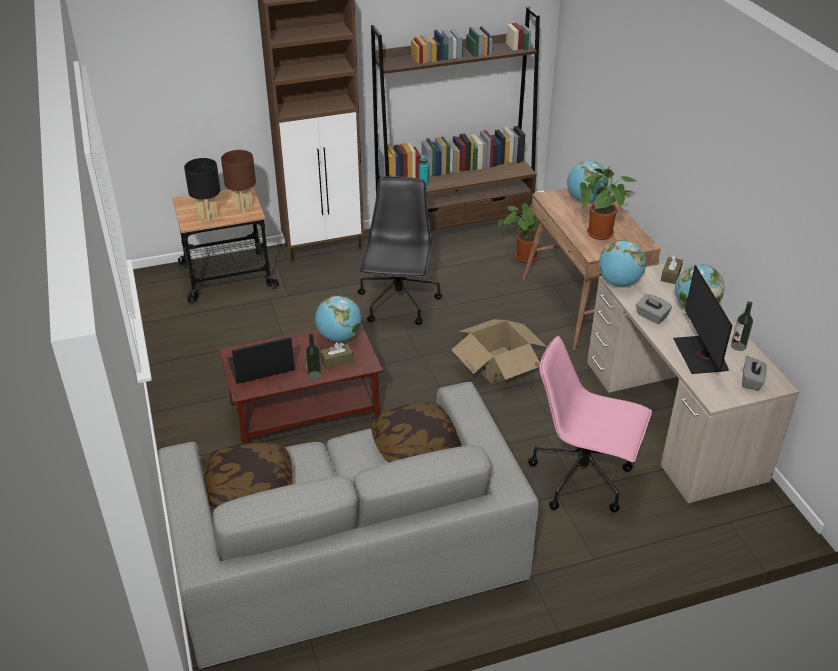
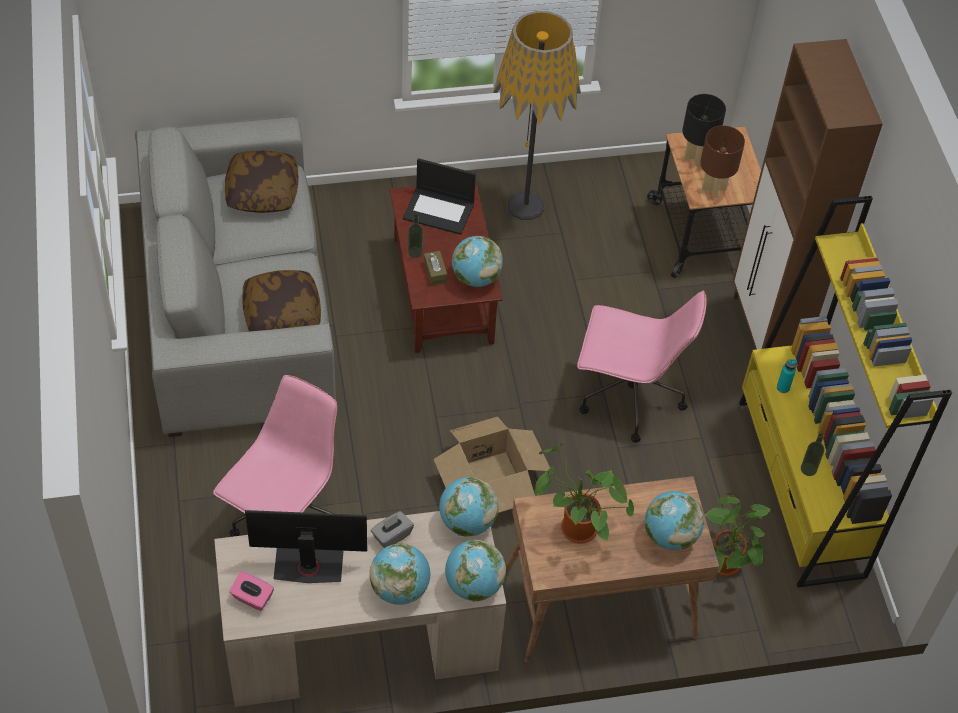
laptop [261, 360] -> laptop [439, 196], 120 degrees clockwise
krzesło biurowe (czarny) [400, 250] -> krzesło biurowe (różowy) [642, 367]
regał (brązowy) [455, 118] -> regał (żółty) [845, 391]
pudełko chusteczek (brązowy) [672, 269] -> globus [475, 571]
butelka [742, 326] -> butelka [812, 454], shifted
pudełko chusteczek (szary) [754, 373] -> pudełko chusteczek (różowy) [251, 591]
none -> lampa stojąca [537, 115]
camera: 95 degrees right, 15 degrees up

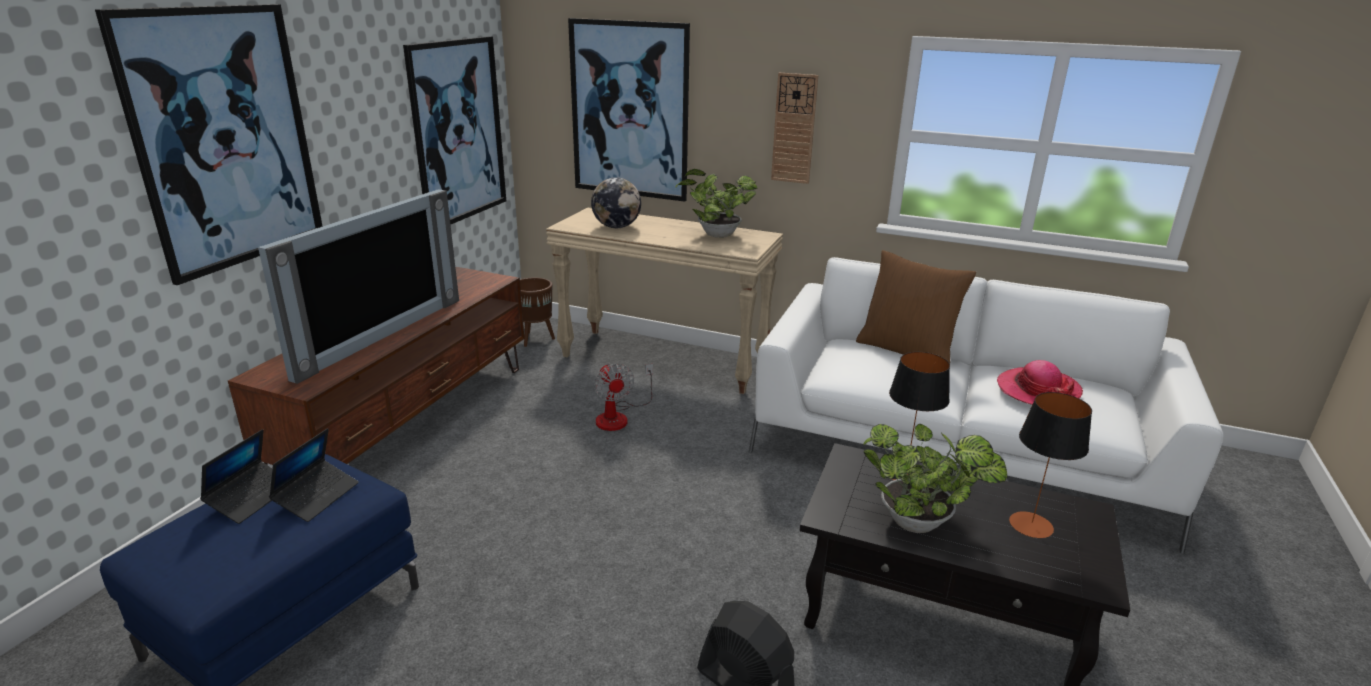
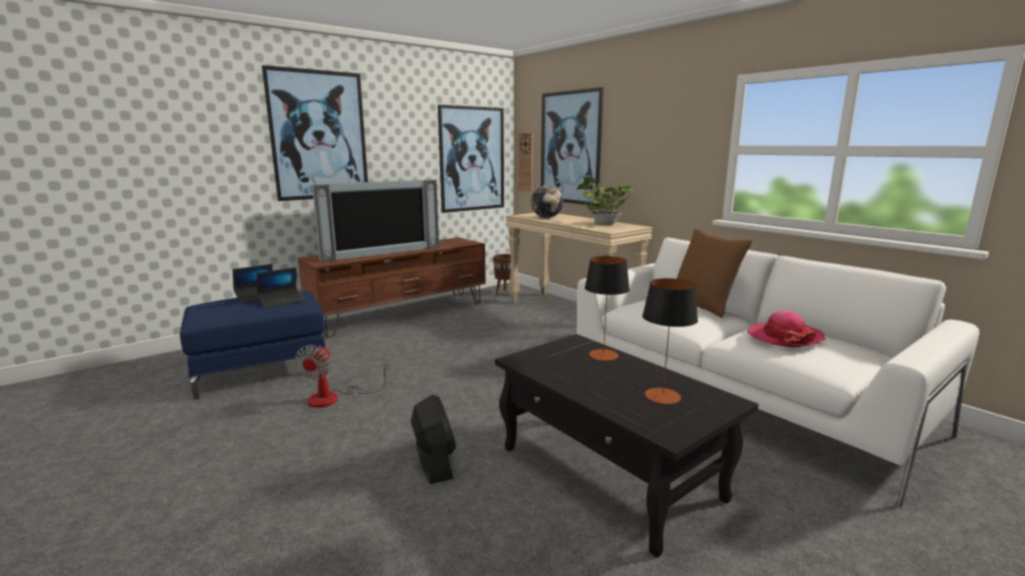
wentylator [623, 397] -> wentylator [342, 376], shifted
zegar ścienny [794, 128] -> zegar ścienny [525, 162], shifted
roślina doniczkowa [935, 478] -> none
camera: 30 degrees right, 10 degrees down

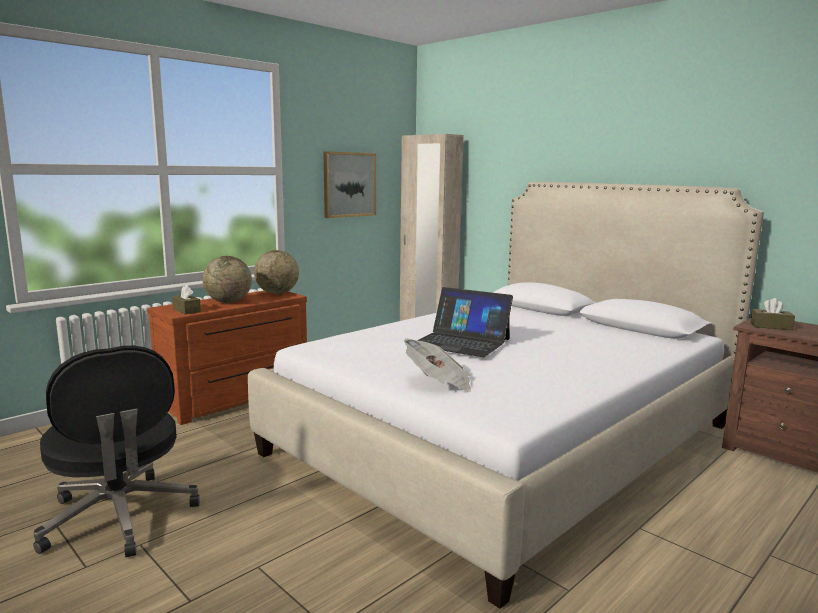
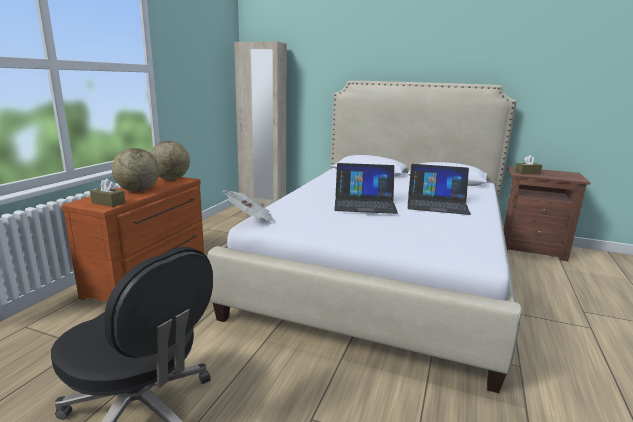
obraz [350, 184] -> none
gazeta [437, 365] -> gazeta [249, 206], shifted
none -> laptop [439, 189]
camera: 25 degrees left, 5 degrees up

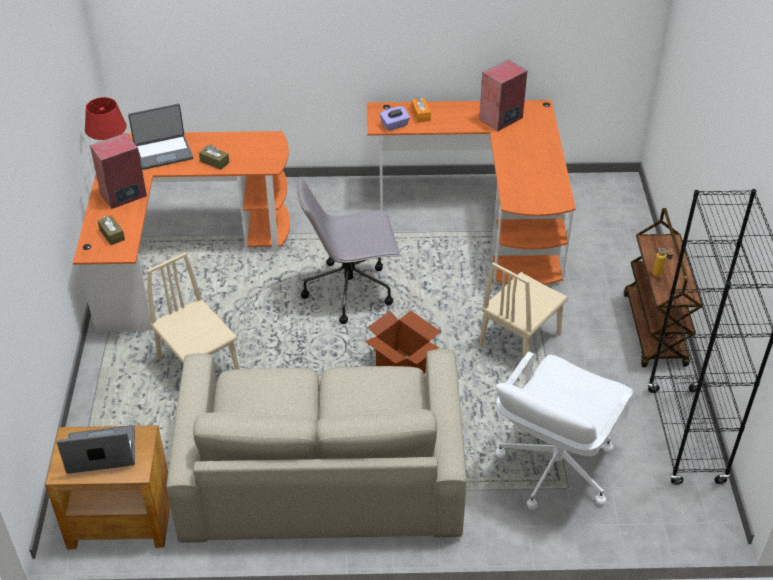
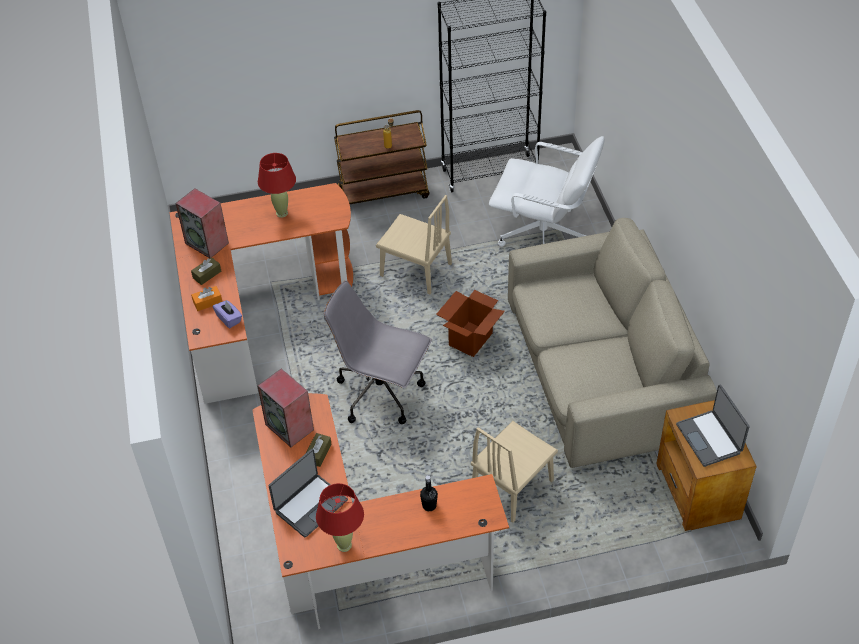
głośnik [118, 171] -> głośnik [285, 408], shifted
pudełko chusteczek (brązowy) [111, 230] -> pudełko chusteczek (brązowy) [206, 271], shifted
laptop [160, 137] -> laptop [308, 493], 75 degrees clockwise
krzesło biurowe (szary) [348, 251] -> krzesło biurowe (szary) [378, 352], 135 degrees clockwise
none -> lampa stołowa (czerwony) [277, 185]
none -> butelka (czarny) [429, 493]
camera: 100 degrees left, 5 degrees up

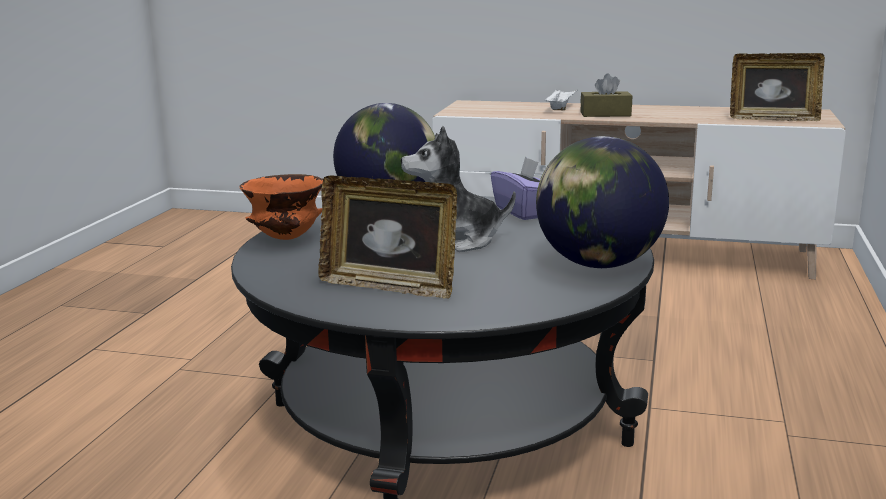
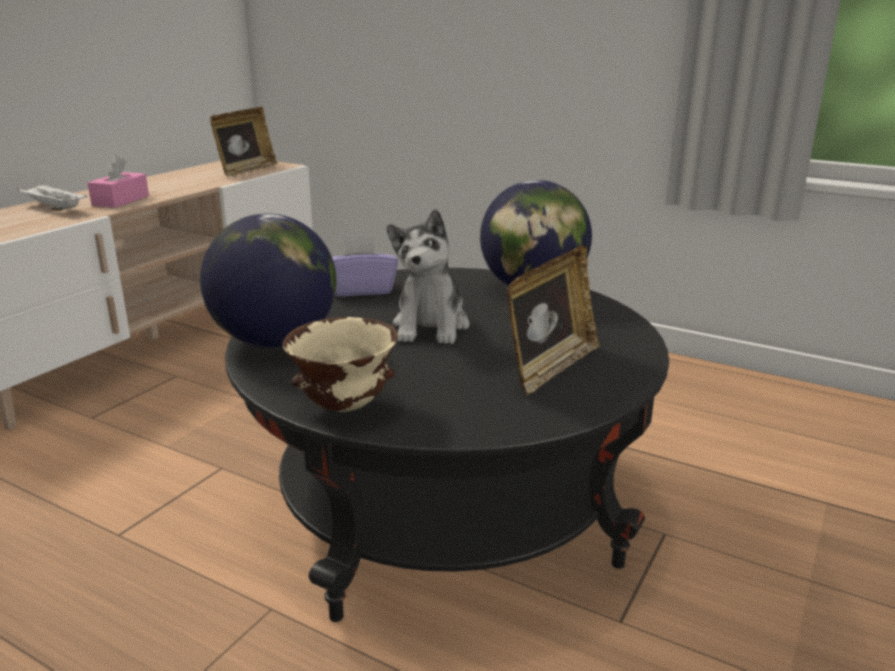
miska (pomarańczowy) [281, 207] -> miska (beżowy) [340, 364]
pudełko chusteczek (brązowy) [606, 95] -> pudełko chusteczek (różowy) [118, 181]
camera: 75 degrees left, 5 degrees up

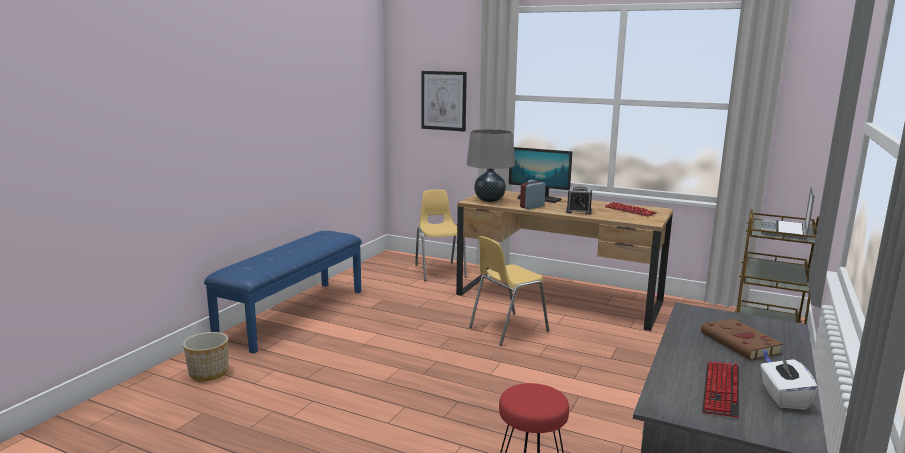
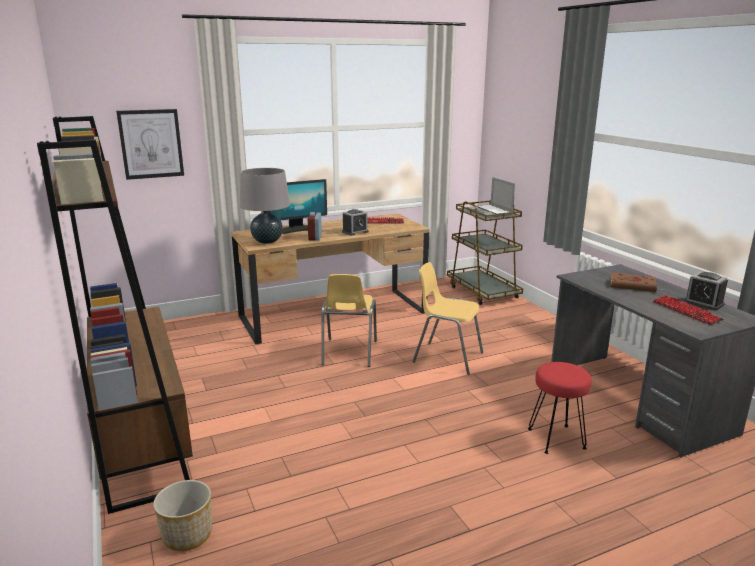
ławka (niebieski) [283, 292] -> regał (brązowy) [115, 315]
krzesło (żółty) [441, 235] -> krzesło (żółty) [447, 318], shifted
pudełko chusteczek (biały) [788, 382] -> budzik [706, 291]
camera: 50 degrees left, 5 degrees up

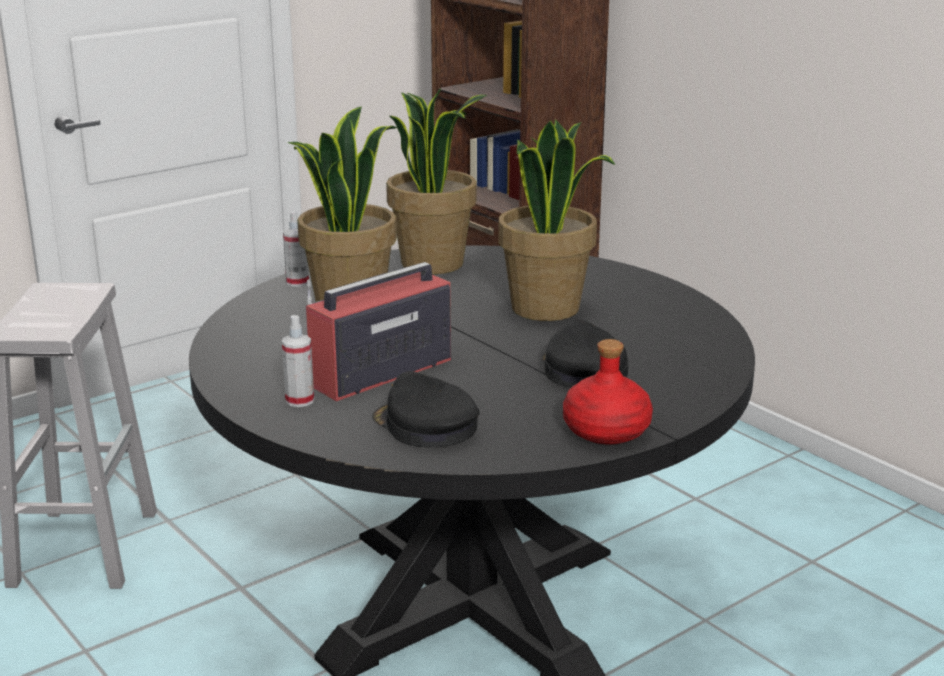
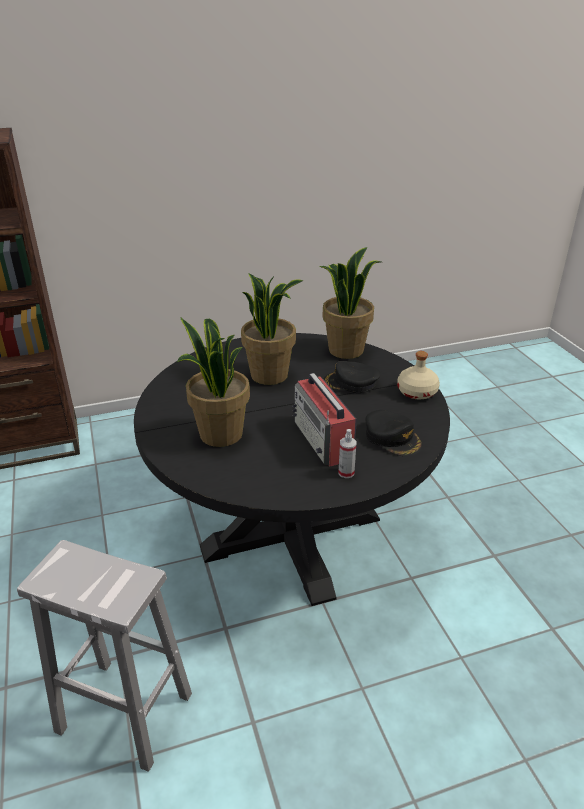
spryskiwacz [296, 249] -> none
czapka z daszkiem (czarny) [425, 409] -> czapka z daszkiem (czarny) [394, 433], 105 degrees counterclockwise
roślina doniczkowa [436, 181] -> roślina doniczkowa [350, 303], shifted
butelka (czerwony) [608, 392] -> butelka (beżowy) [418, 375]
camera: 70 degrees left, 10 degrees up

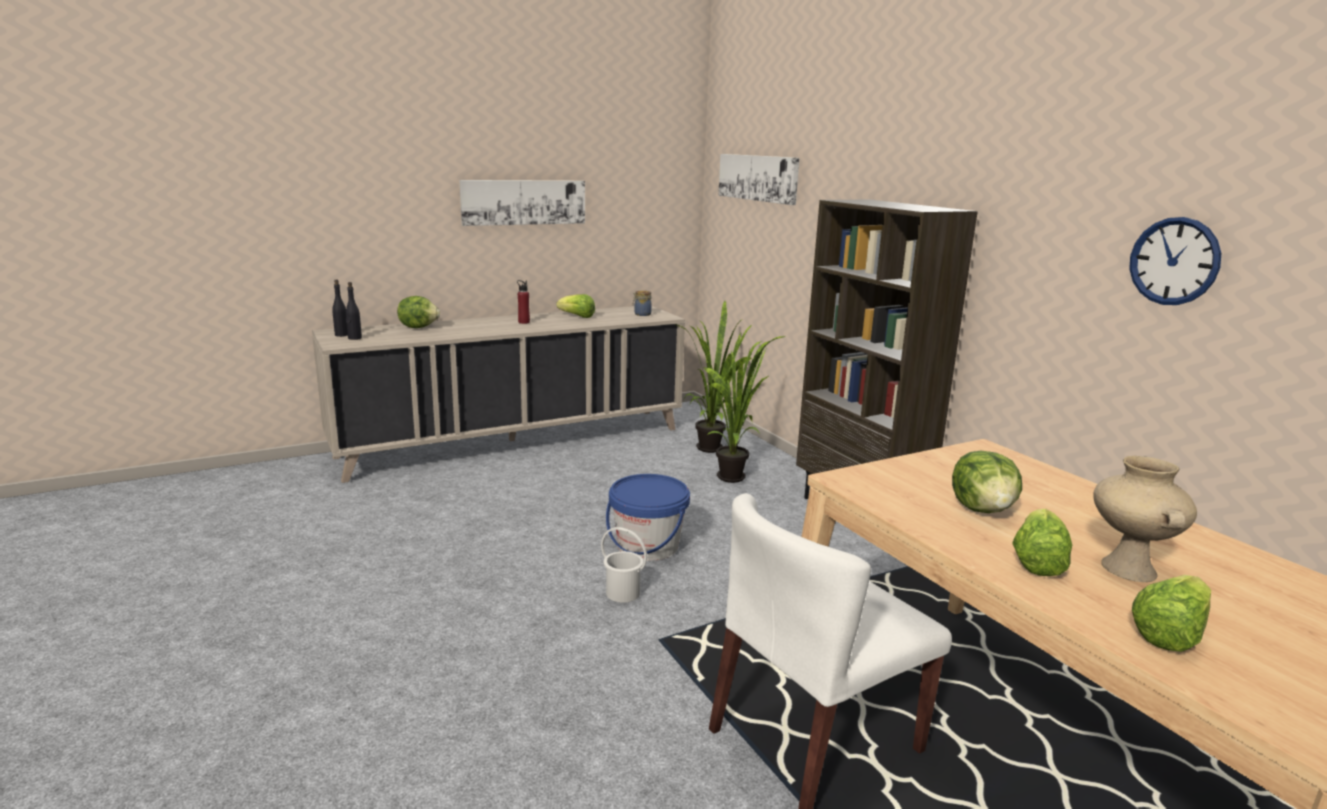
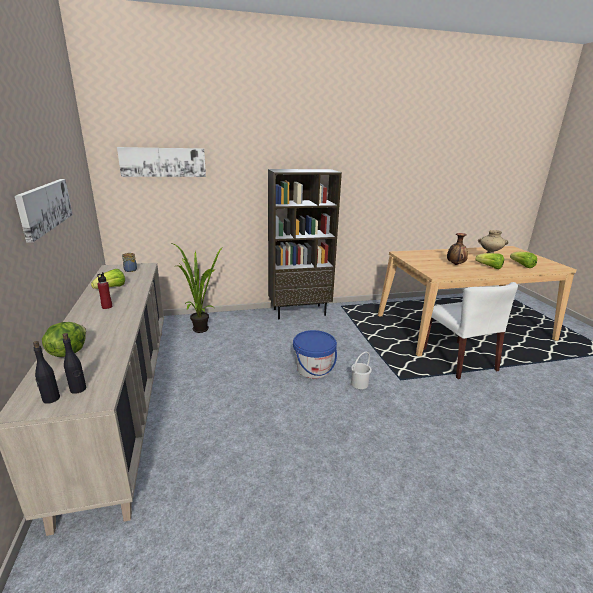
roślina doniczkowa [738, 404] -> none
sałata [987, 482] -> wazon [457, 249]
zegar ścienny [1175, 261] -> none
camera: 75 degrees left, 5 degrees up

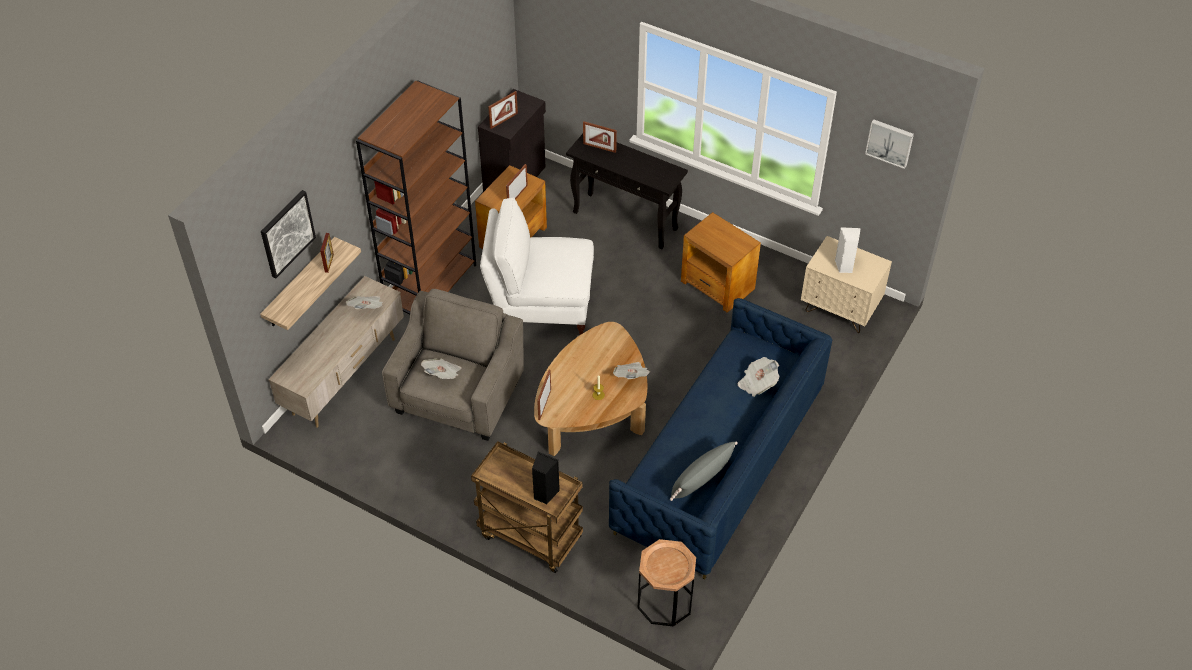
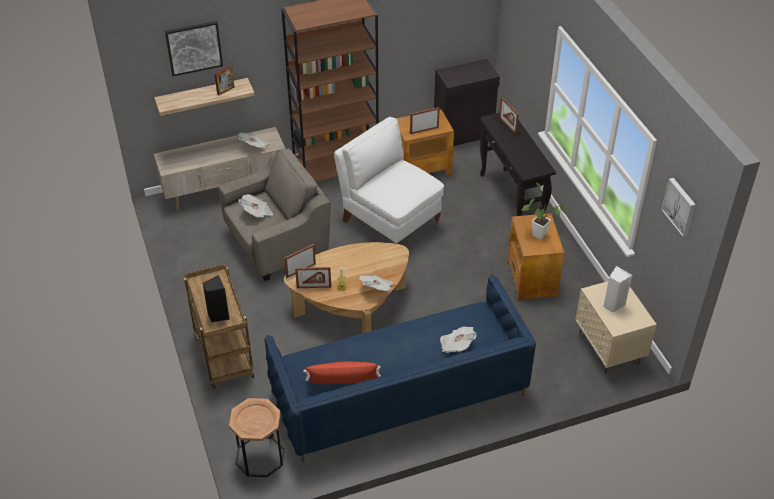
ramka na zdjęcie [503, 110] -> ramka na zdjęcie [313, 277], shifted
poduszka (szary) [704, 471] -> poduszka (czerwony) [342, 373]
none -> roślina doniczkowa [543, 211]
camera: 40 degrees right, 5 degrees down

